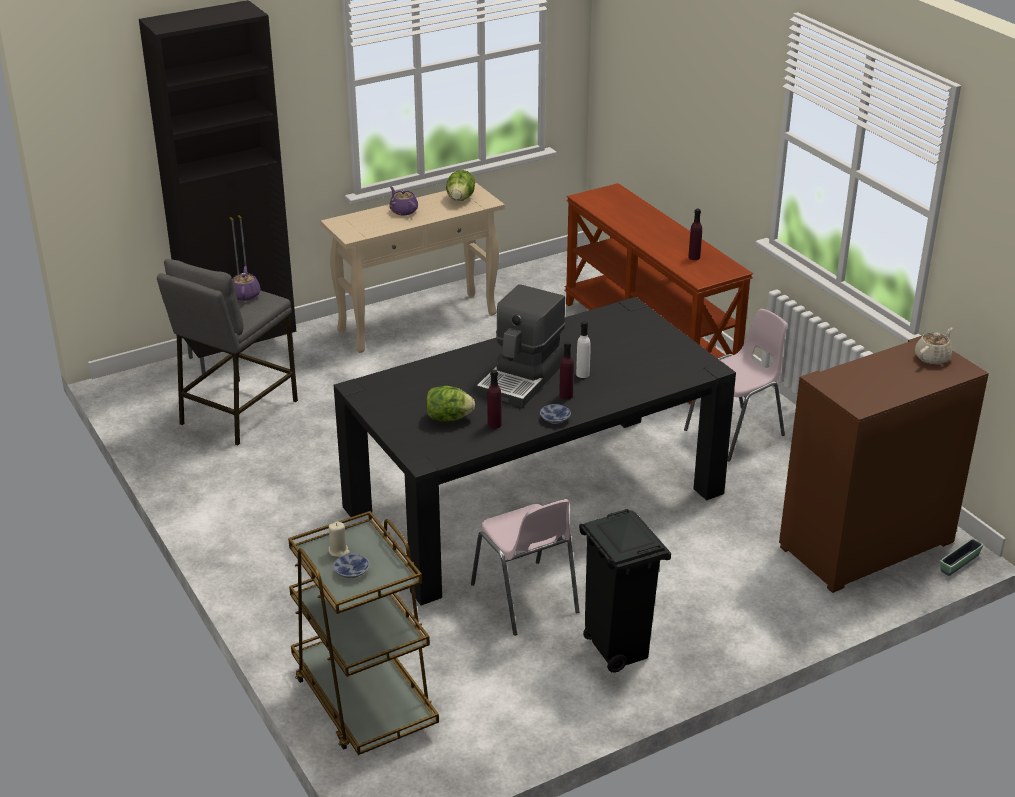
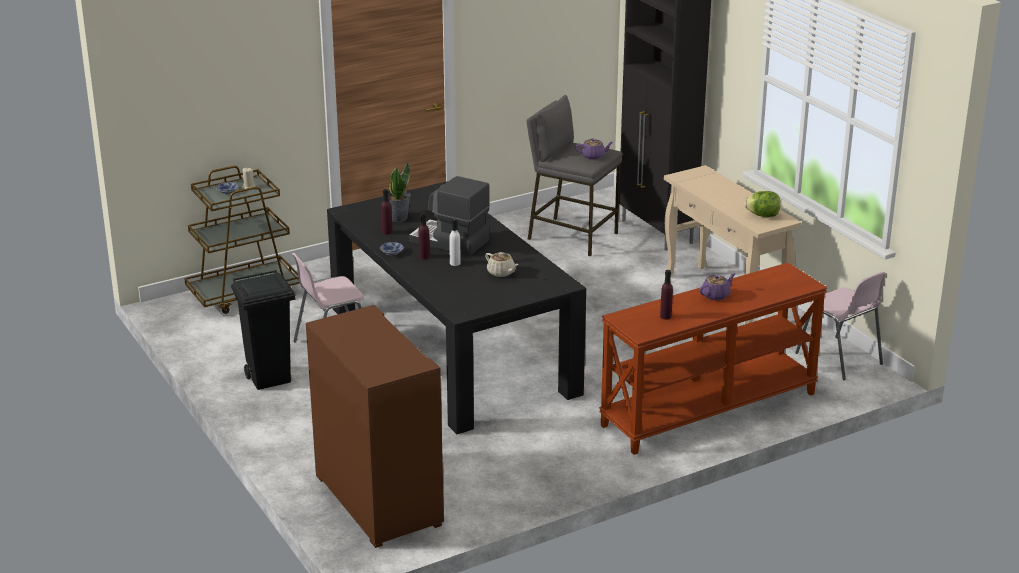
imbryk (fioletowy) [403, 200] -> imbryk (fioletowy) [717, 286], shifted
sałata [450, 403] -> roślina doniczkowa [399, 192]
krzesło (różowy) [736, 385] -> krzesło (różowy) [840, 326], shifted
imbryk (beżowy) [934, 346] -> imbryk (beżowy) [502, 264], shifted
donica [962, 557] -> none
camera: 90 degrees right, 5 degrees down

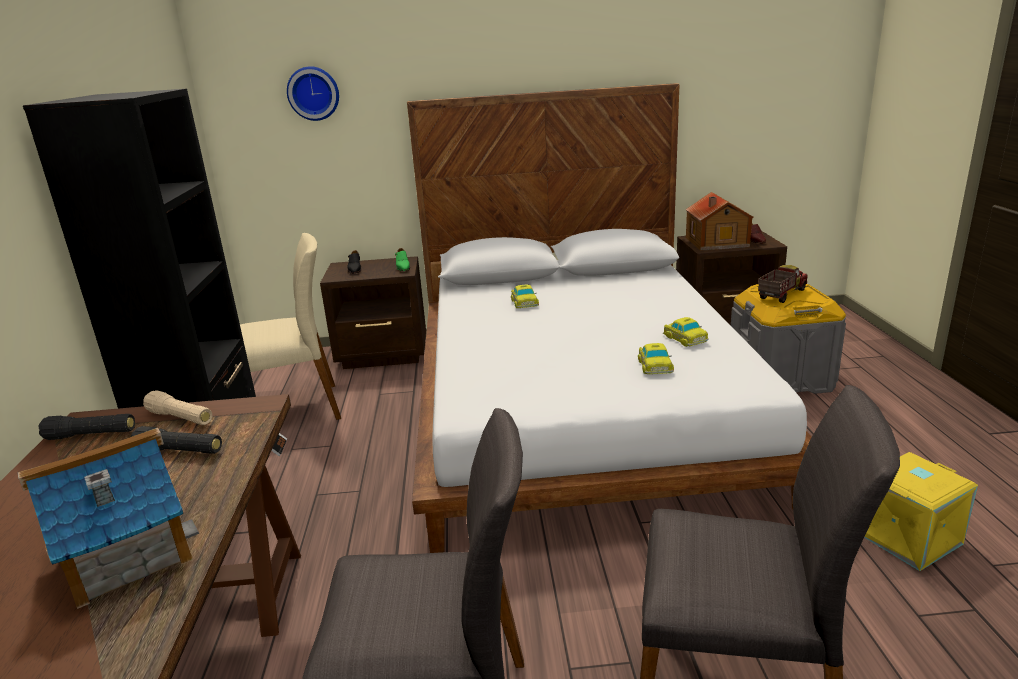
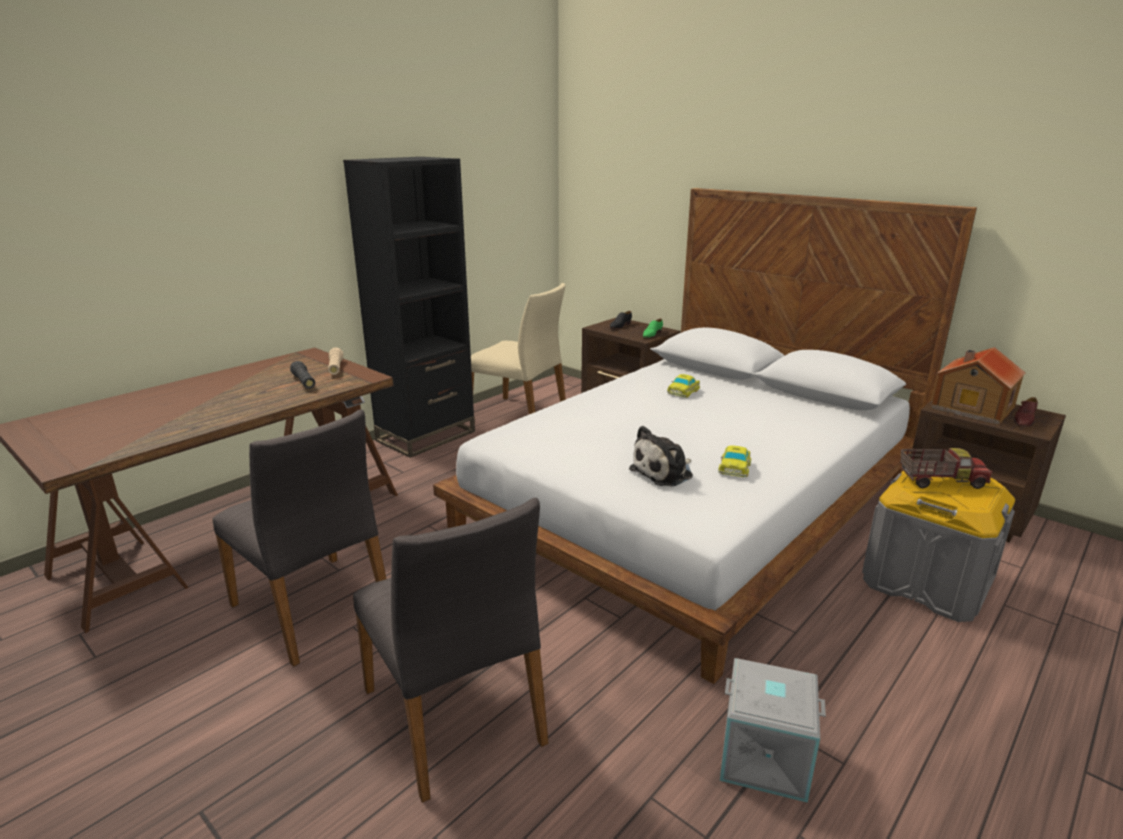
domek [108, 518] -> none
latarka (czarny) [87, 427] -> none
zegar ścienny [313, 93] -> none
samochodzik [656, 358] -> pluszak [661, 456]
pojemnik do przechowywania (żółty) [921, 511] -> pojemnik do przechowywania (szary) [773, 730]
camera: 45 degrees right, 0 degrees up

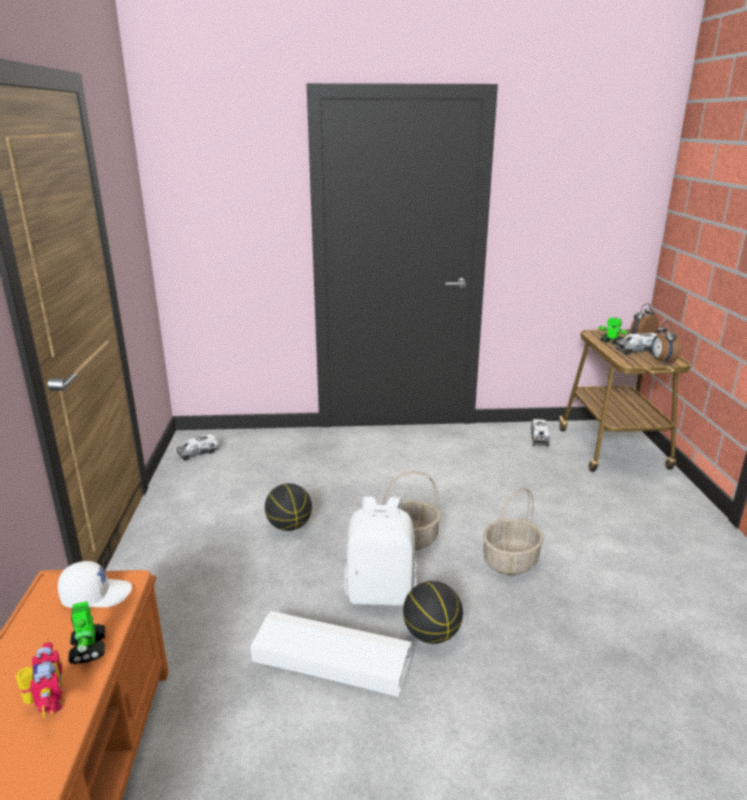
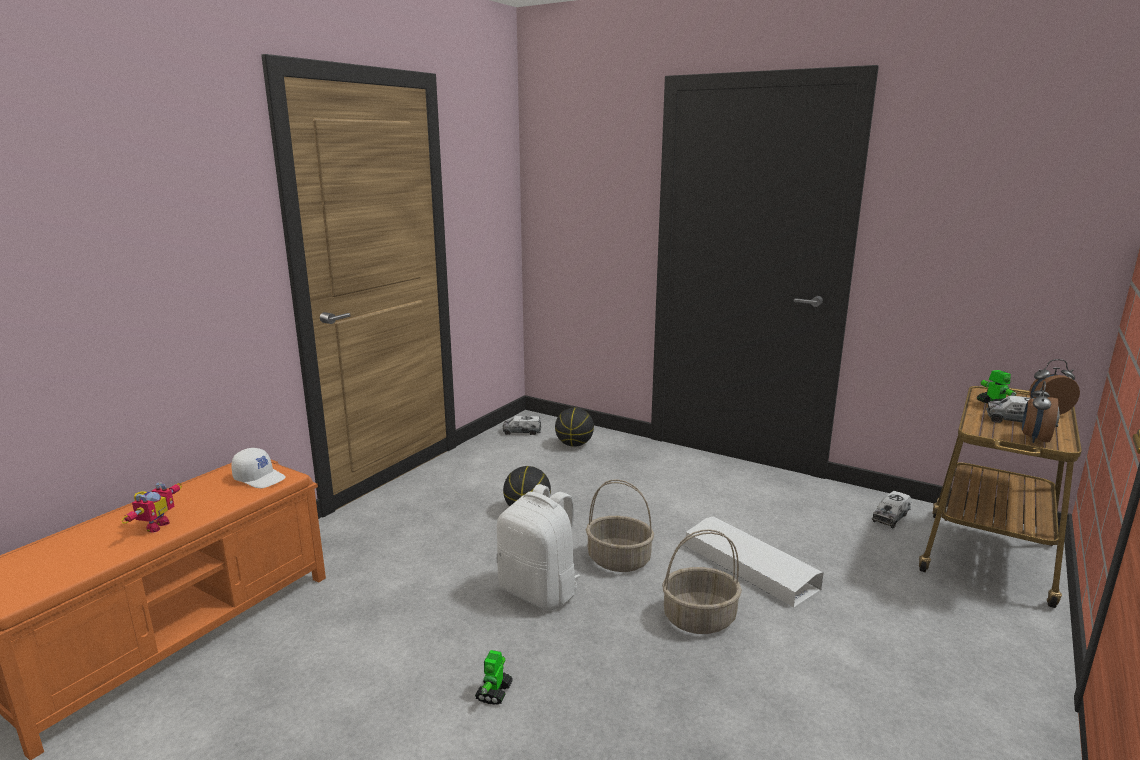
robot zabawkowy [86, 632] -> robot zabawkowy [494, 677], shifted
pojemnik do przechowywania (biały) [331, 654] -> pojemnik do przechowywania (biały) [754, 561], shifted
piłka do koszykówki [433, 612] -> piłka do koszykówki [574, 427], shifted
camera: 35 degrees right, 5 degrees down

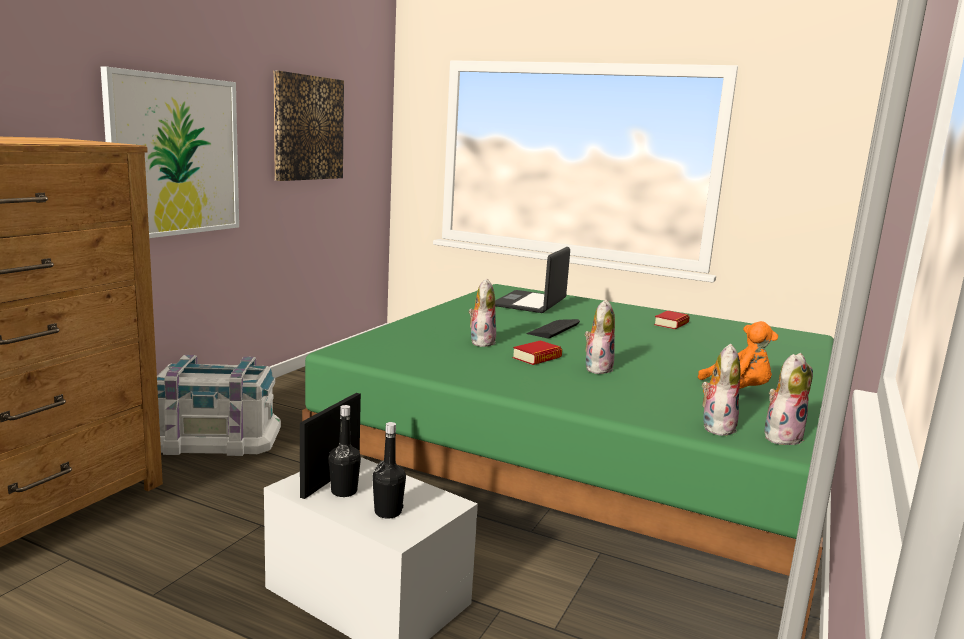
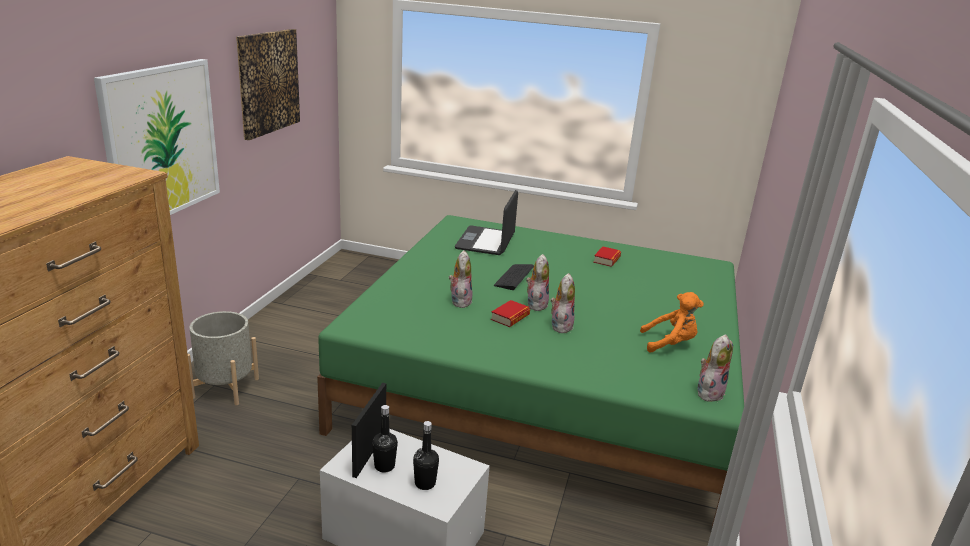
pojemnik do przechowywania (biały) [219, 405] -> donica (szary) [223, 358]
pluszak [721, 390] -> pluszak [537, 283], shifted
camera: 10 degrees left, 10 degrees up

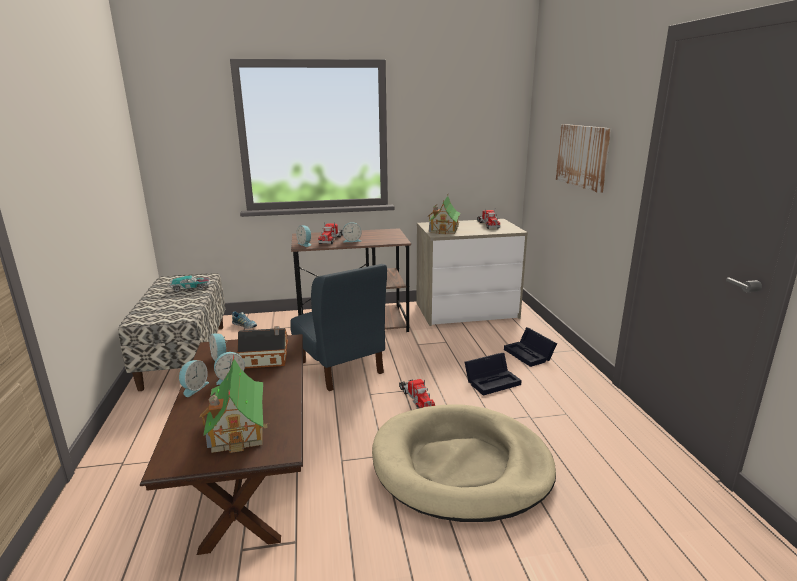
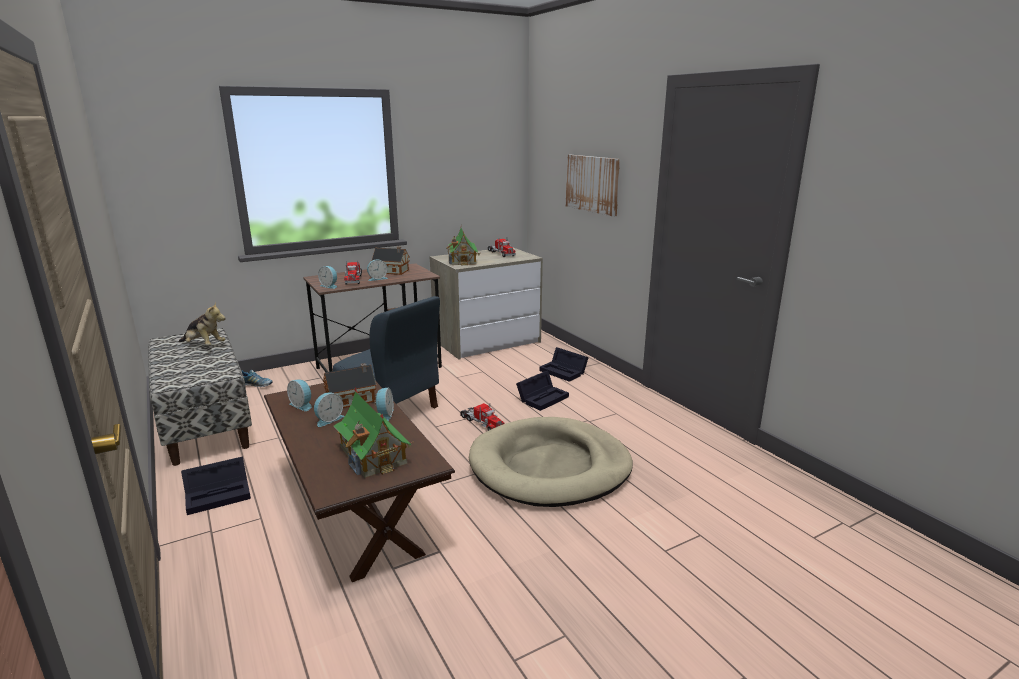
samochodzik [190, 283] -> pluszak [202, 324]
budzik [194, 378] -> budzik [384, 404], shifted
none -> pojemnik do przechowywania (czarny) [216, 485]
none -> domek [391, 261]
camera: 20 degrees left, 0 degrees up

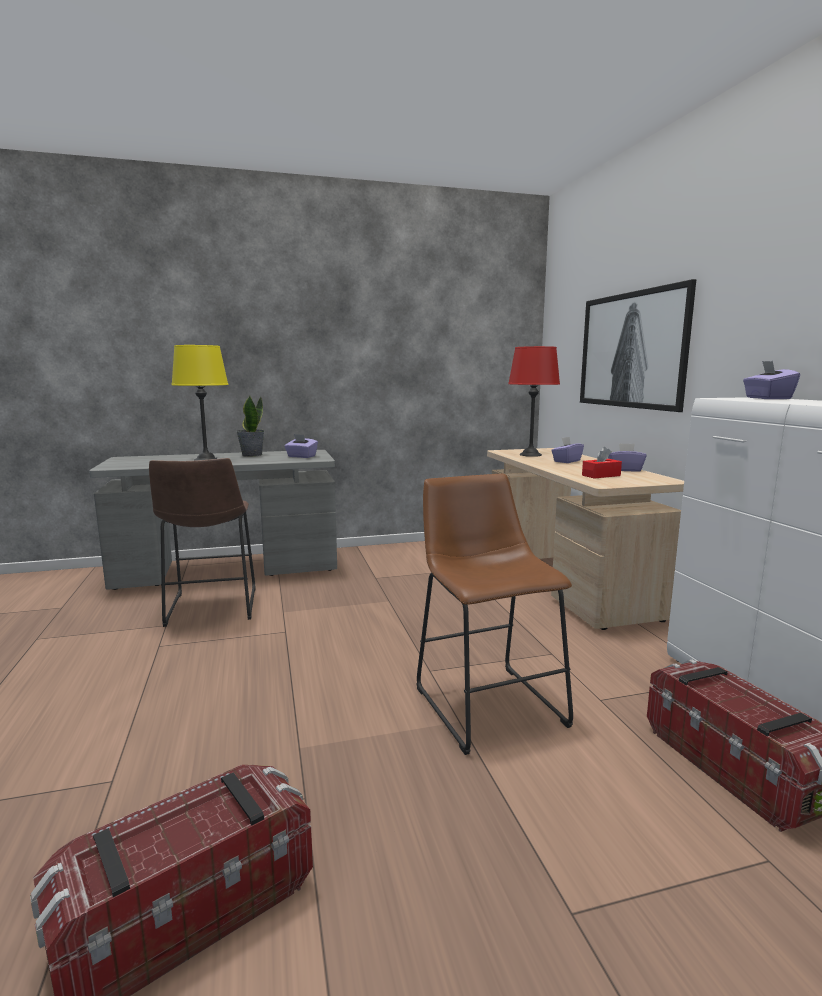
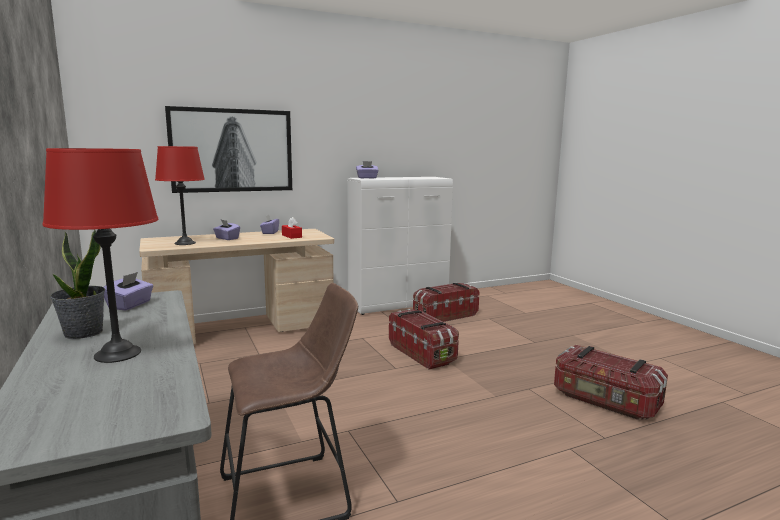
lampa stołowa (żółty) [200, 403] -> lampa stołowa (czerwony) [100, 255]
stołek (brązowy) [494, 614] -> pojemnik do przechowywania [424, 339]
camera: 100 degrees left, 0 degrees up

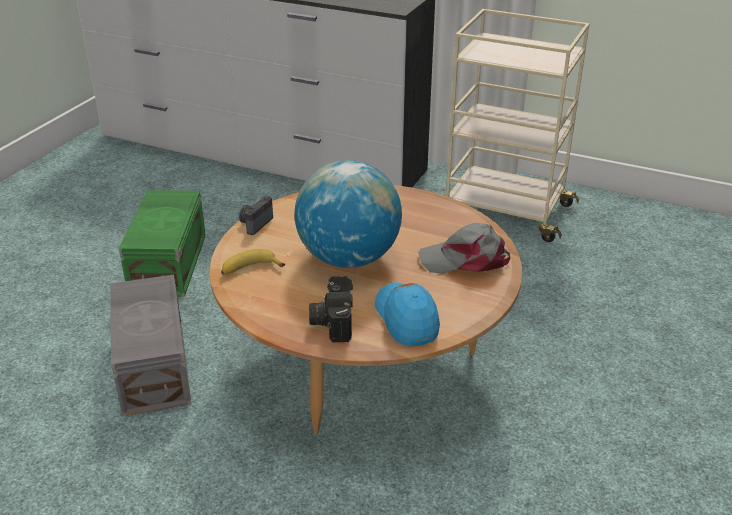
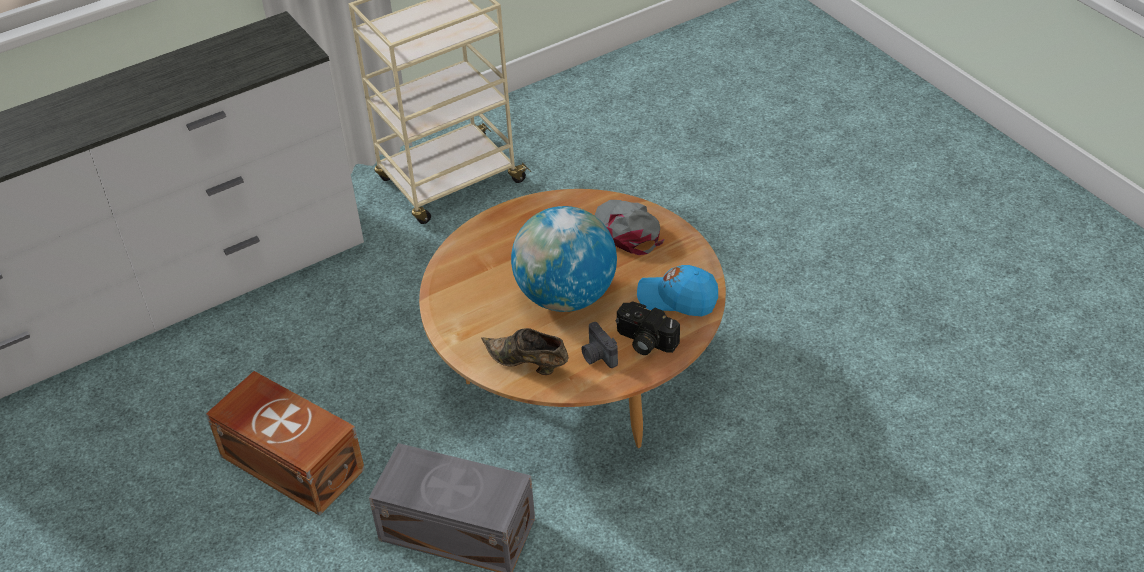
pojemnik do przechowywania (zielony) [162, 243] -> pojemnik do przechowywania (brązowy) [285, 443]
banan [253, 262] -> but (brązowy) [525, 351]
aparat fotograficzny [256, 215] -> aparat fotograficzny [599, 345], shifted
czapka z daszkiem (szary) [464, 248] -> czapka z daszkiem (szary) [629, 227], 120 degrees clockwise
camera: 55 degrees left, 10 degrees up

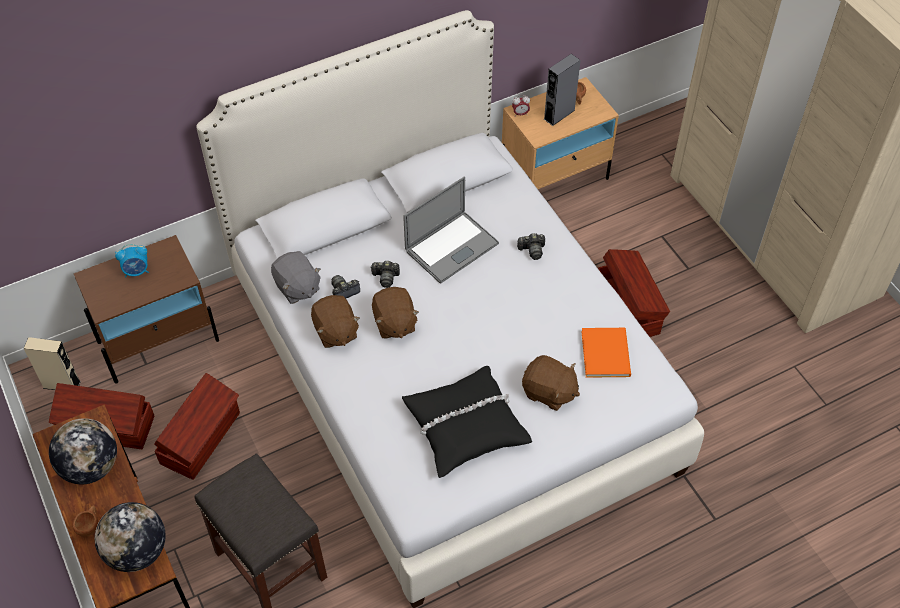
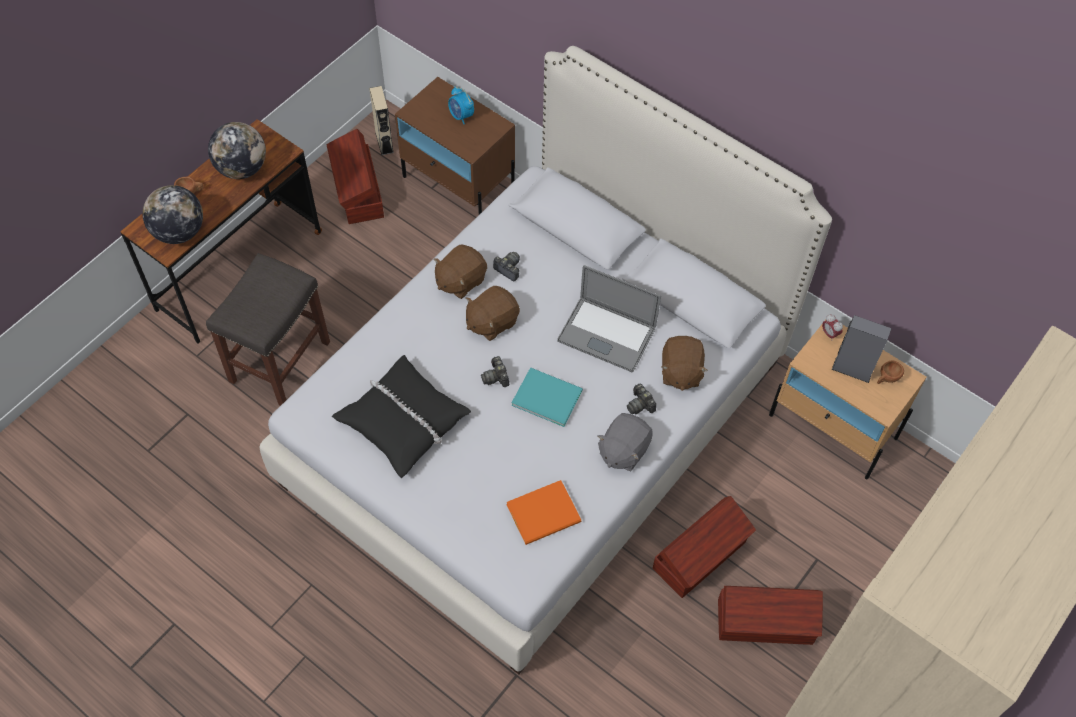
pojemnik do przechowywania (brązowy) [197, 426] -> pojemnik do przechowywania (brązowy) [770, 615], shifted
pluszak (szary) [296, 277] -> pluszak (szary) [625, 442], shifted
aparat fotograficzny [385, 274] -> aparat fotograficzny [495, 371], shifted
pluszak (brązowy) [551, 383] -> pluszak (brązowy) [684, 363], shifted
none -> książka (turkusowy) [547, 397]
camera: 65 degrees right, 5 degrees up

